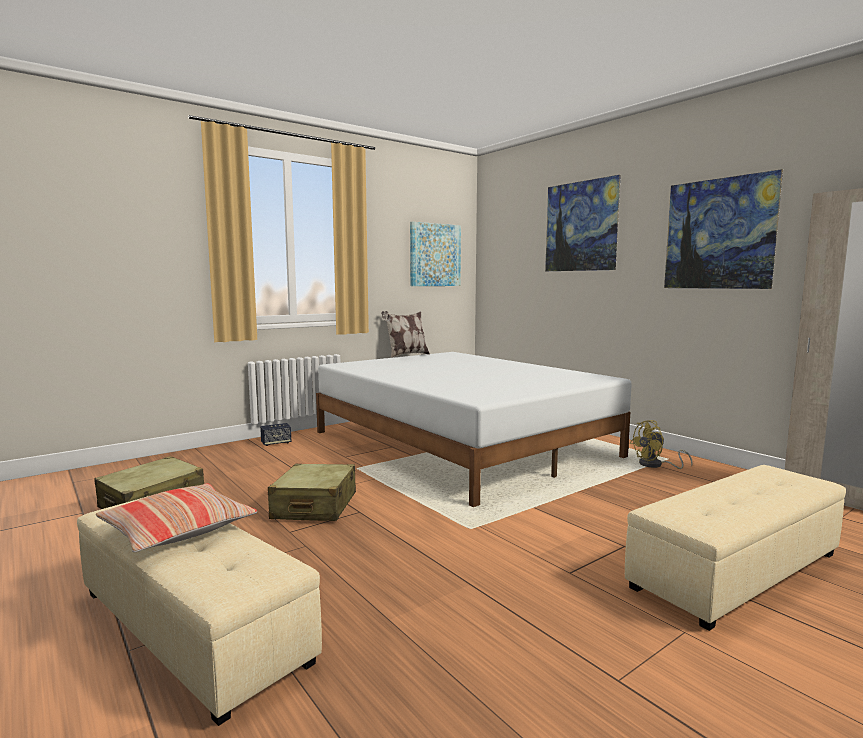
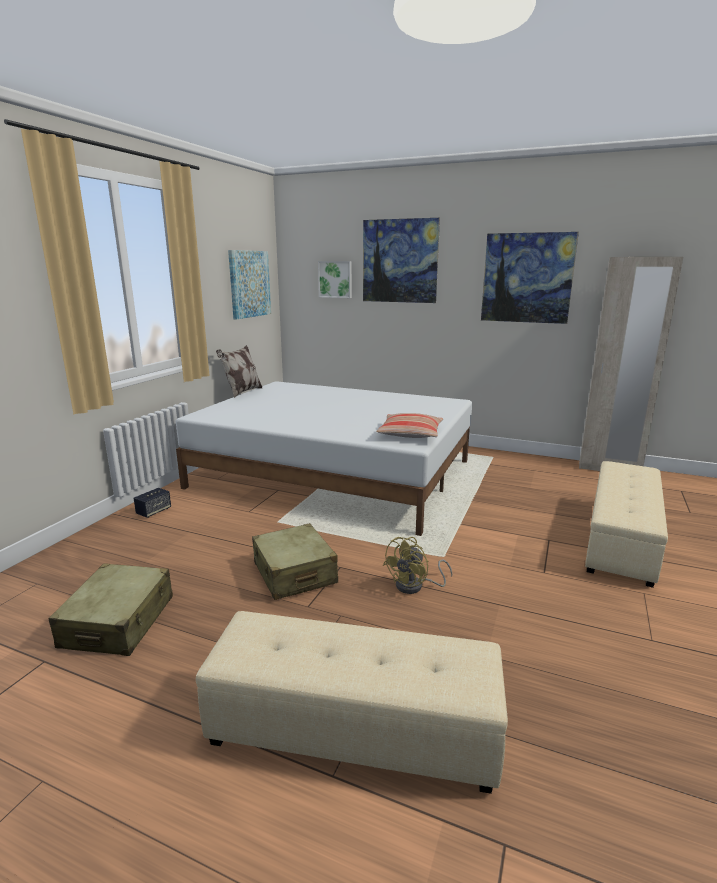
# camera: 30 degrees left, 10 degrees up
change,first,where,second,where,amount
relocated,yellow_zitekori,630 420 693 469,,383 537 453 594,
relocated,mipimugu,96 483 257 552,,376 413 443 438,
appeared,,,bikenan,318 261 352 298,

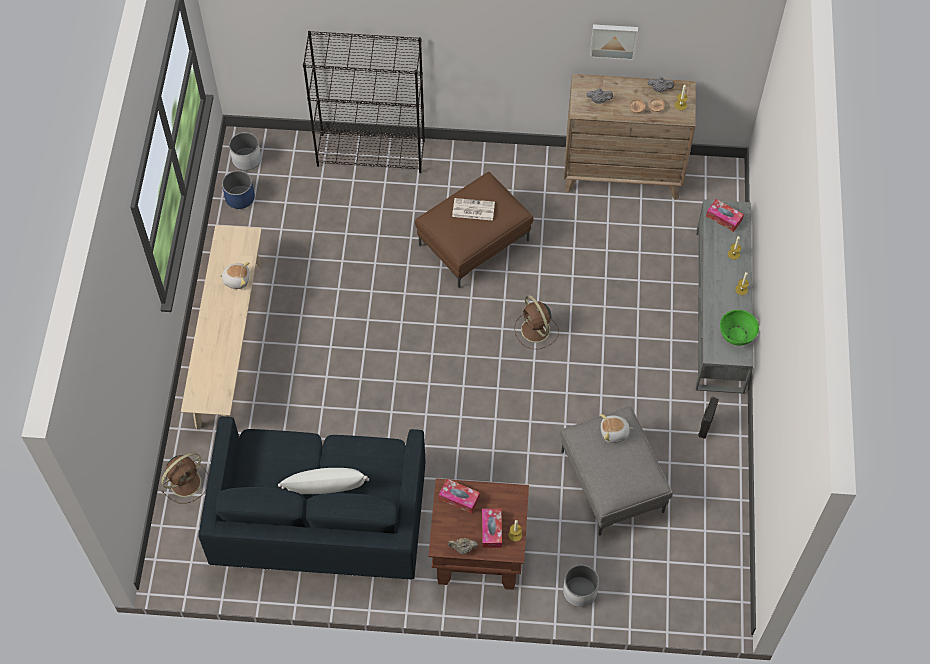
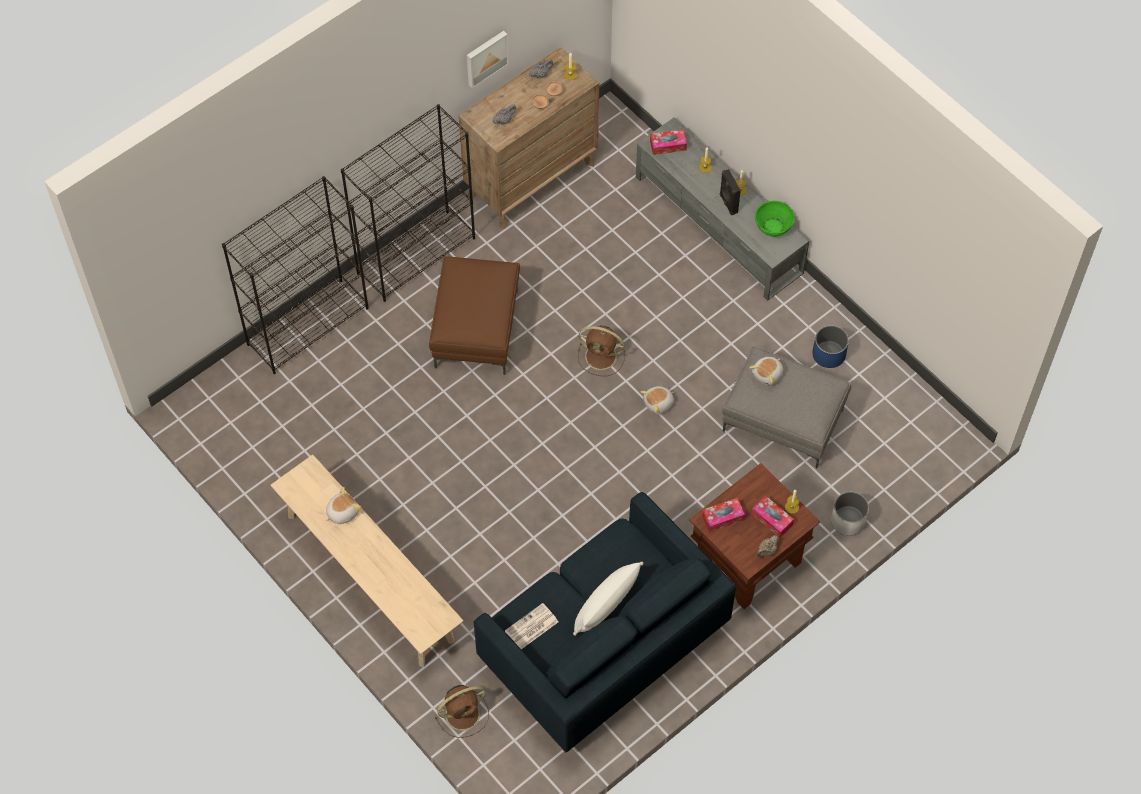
# camera: 45 degrees left, 0 degrees up
change,first,where,second,where,amount
missing,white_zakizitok,229 132 261 170,,,
relocated,blue_zakizitok,222 171 255 209,,812 325 849 368,
relocated,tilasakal,452 198 495 221,,505 603 558 649,
relocated,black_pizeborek,698 397 719 439,,720 169 741 215,
spun,brown_zitekori,161 452 209 503,,434 685 489 738,60 degrees clockwise
appeared,,,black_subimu,341 104 475 302,
appeared,,,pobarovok,641 386 674 415,

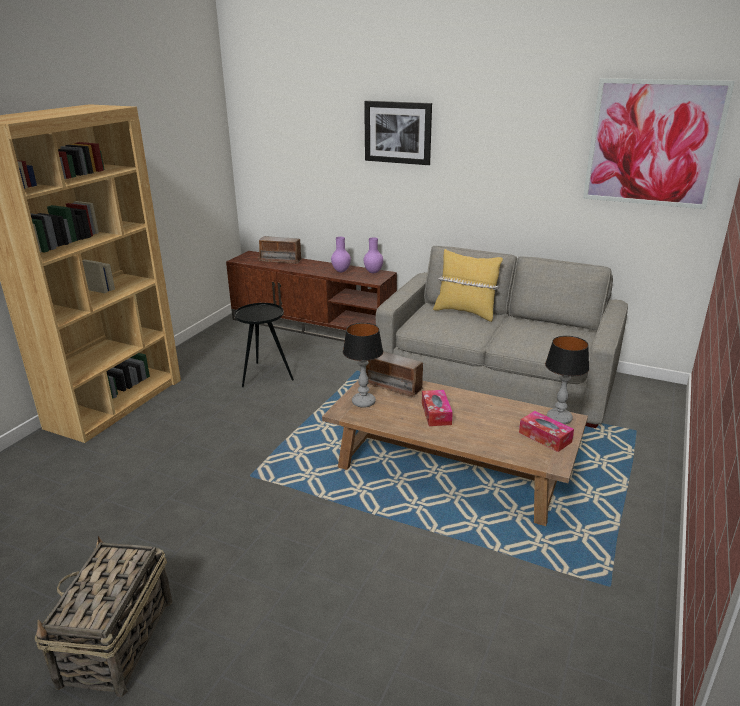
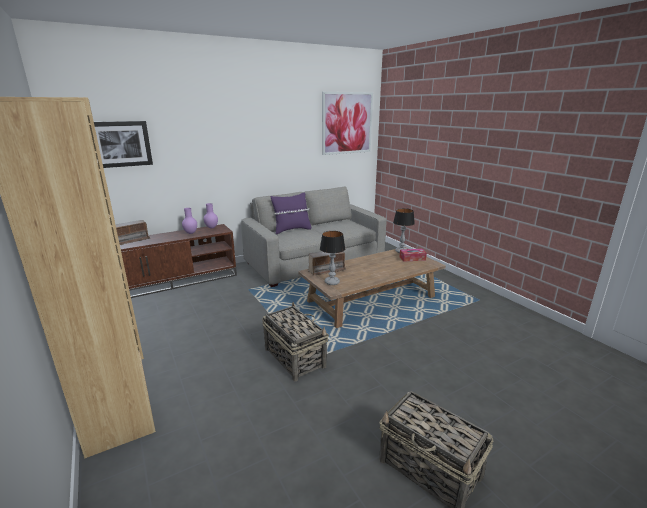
# camera: 55 degrees left, 5 degrees down
change,first,where,second,where,amount
relocated,bikenan,364 101 432 165,,94 121 153 168,
colour,yellow_mipimugu,433 249 503 322,purple_mipimugu,271 193 311 234,
missing,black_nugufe,234 303 294 387,,,
missing,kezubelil,422 390 453 426,,,
appeared,,,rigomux,262 302 329 381,

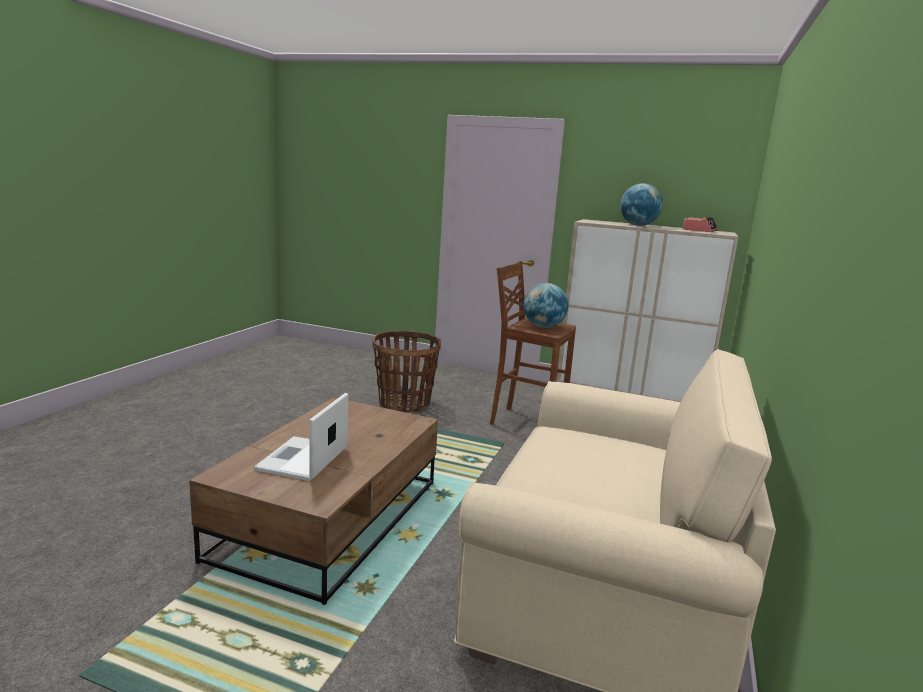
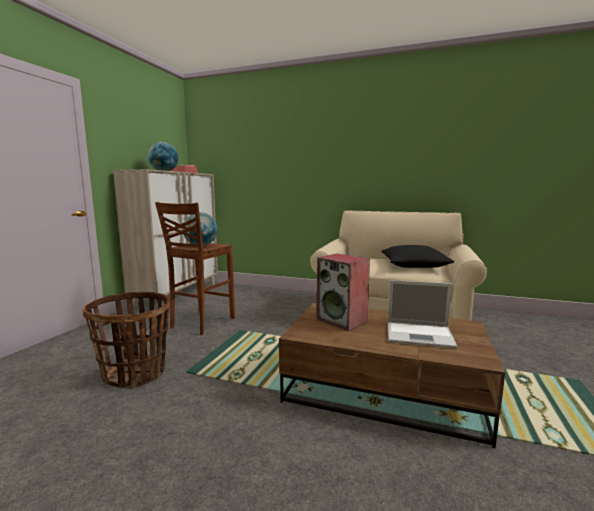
# camera: 90 degrees left, 5 degrees down
change,first,where,second,where,amount
appeared,,,black_mipimugu,381 245 454 268,
appeared,,,pizeborek,317 254 370 331,

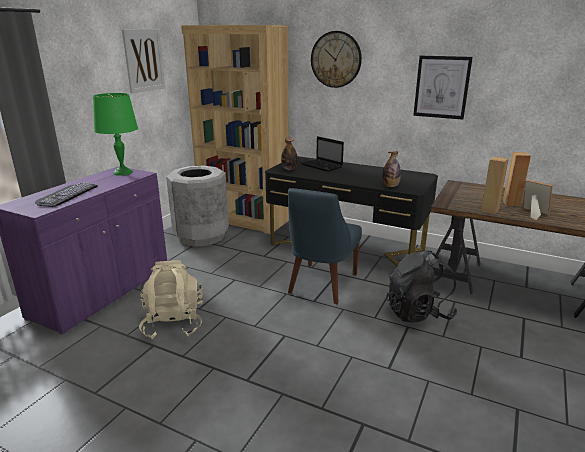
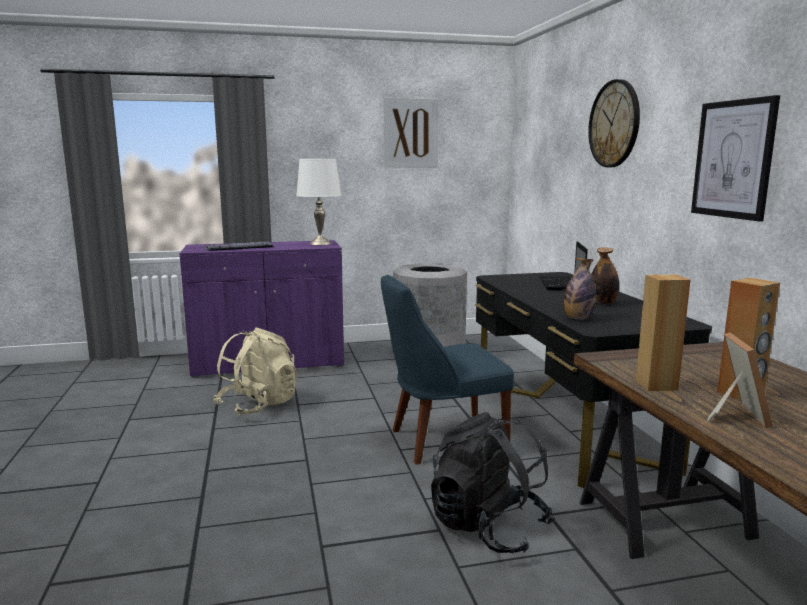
# camera: 50 degrees right, 10 degrees down
change,first,where,second,where,amount
missing,brown_subimu,181 25 289 234,,,
colour,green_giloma,93 93 138 176,white_giloma,296 159 341 245,
relocated,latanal,281 138 298 170,,591 247 619 304,

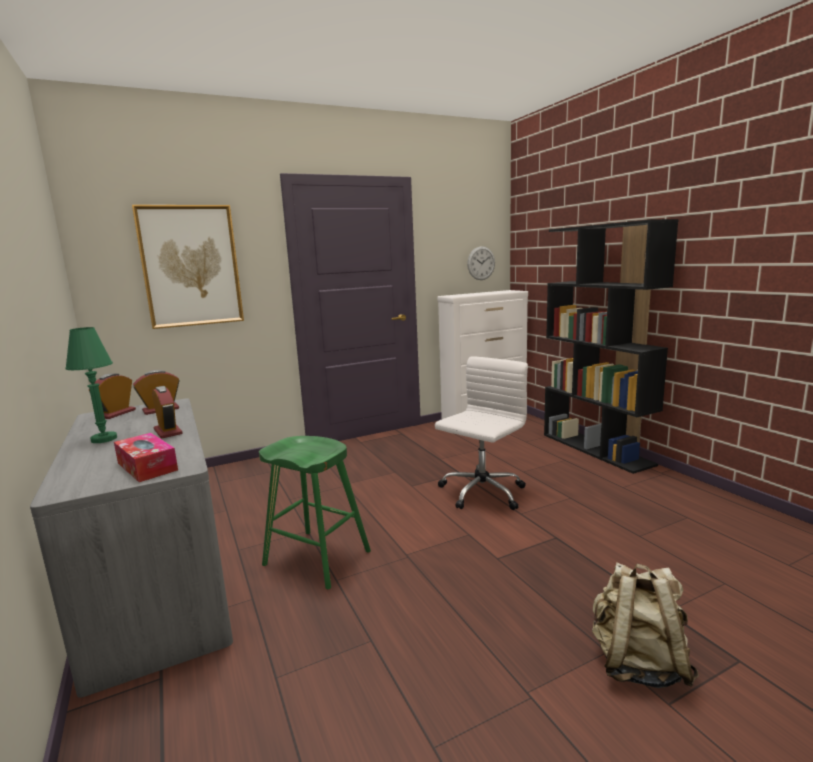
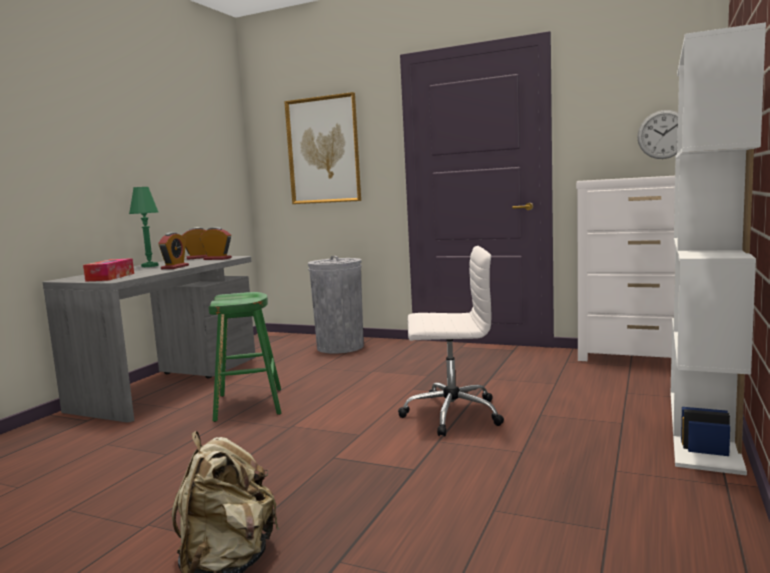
# camera: 50 degrees right, 5 degrees down
change,first,where,second,where,amount
colour,black_subimu,544 219 679 474,white_subimu,671 22 766 476,
appeared,,,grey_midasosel,308 256 364 354,

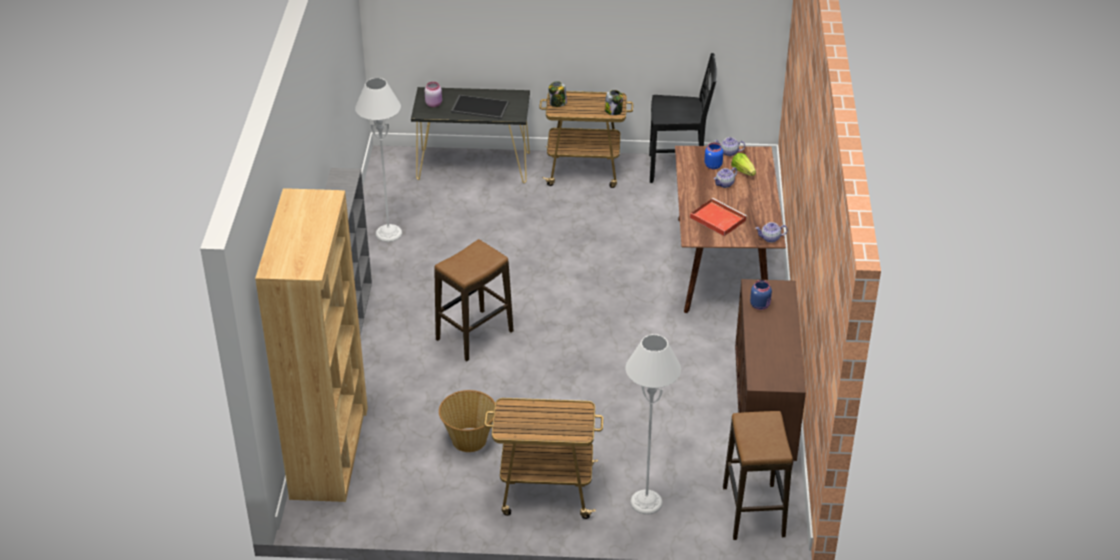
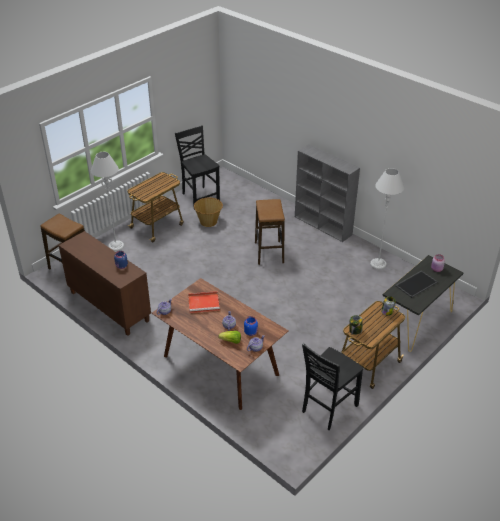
# camera: 130 degrees right, 0 degrees up
change,first,where,second,where,amount
missing,brown_subimu,255 188 368 502,,,
appeared,,,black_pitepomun,175 125 220 210,

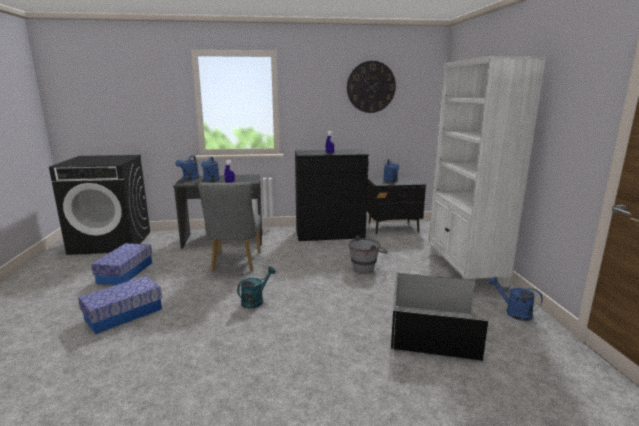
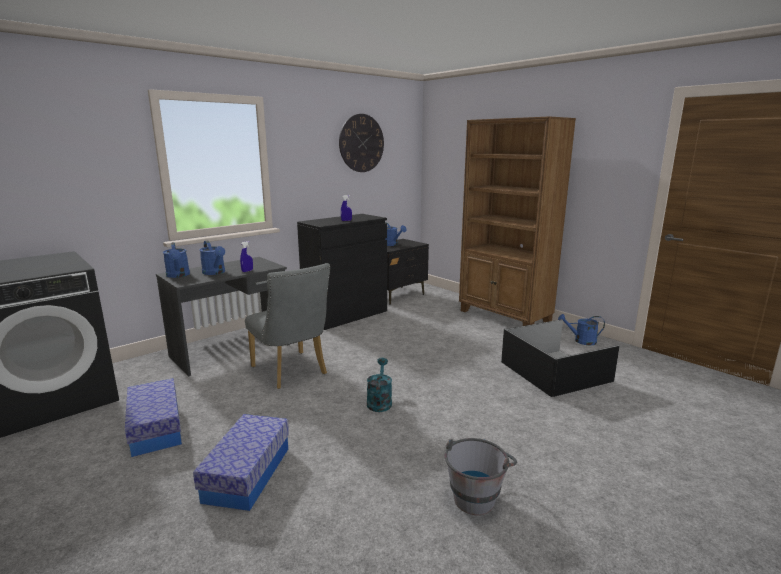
# camera: 35 degrees left, 0 degrees up
change,first,where,second,where,amount
colour,white_subimu,429 56 546 287,brown_subimu,459 116 576 326,
relocated,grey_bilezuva,348 236 388 273,,445 438 517 515,

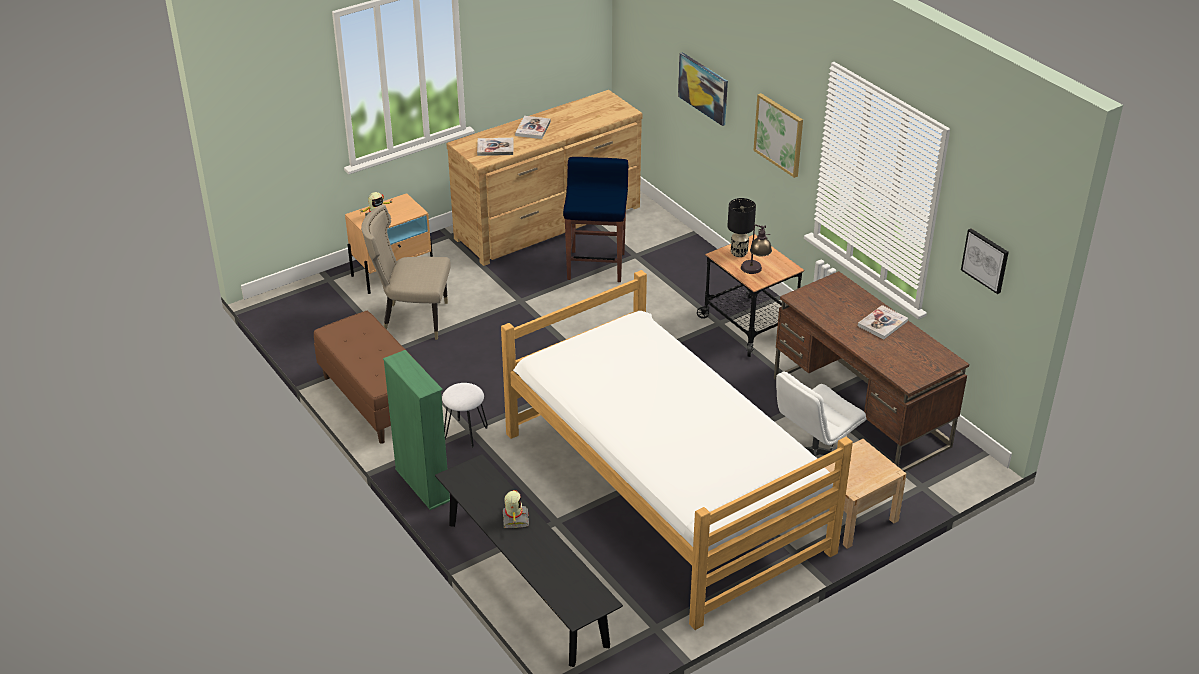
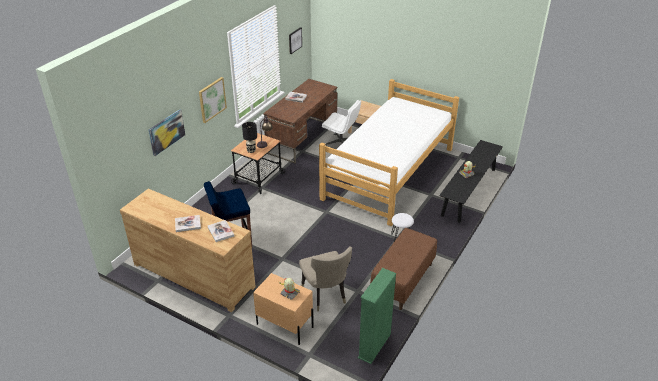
# camera: 115 degrees left, 0 degrees up
change,first,where,second,where,amount
relocated,green_subimu,383 350 450 510,,358 268 396 364,

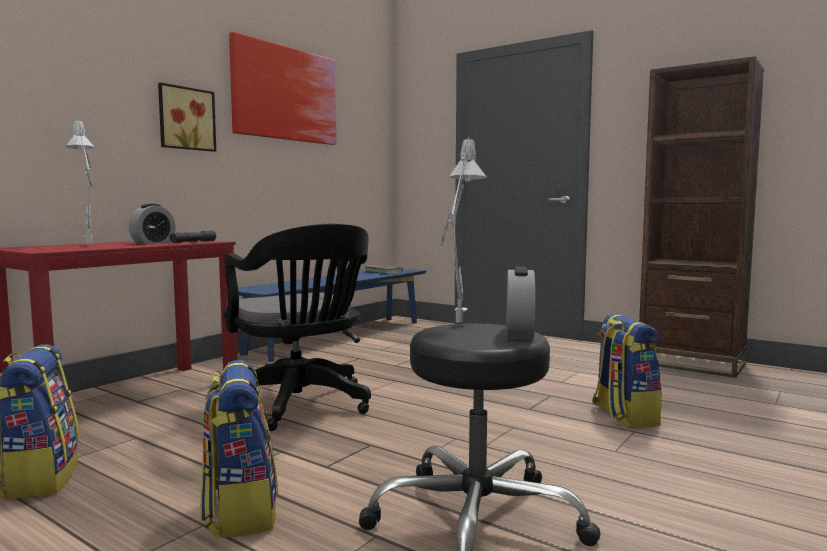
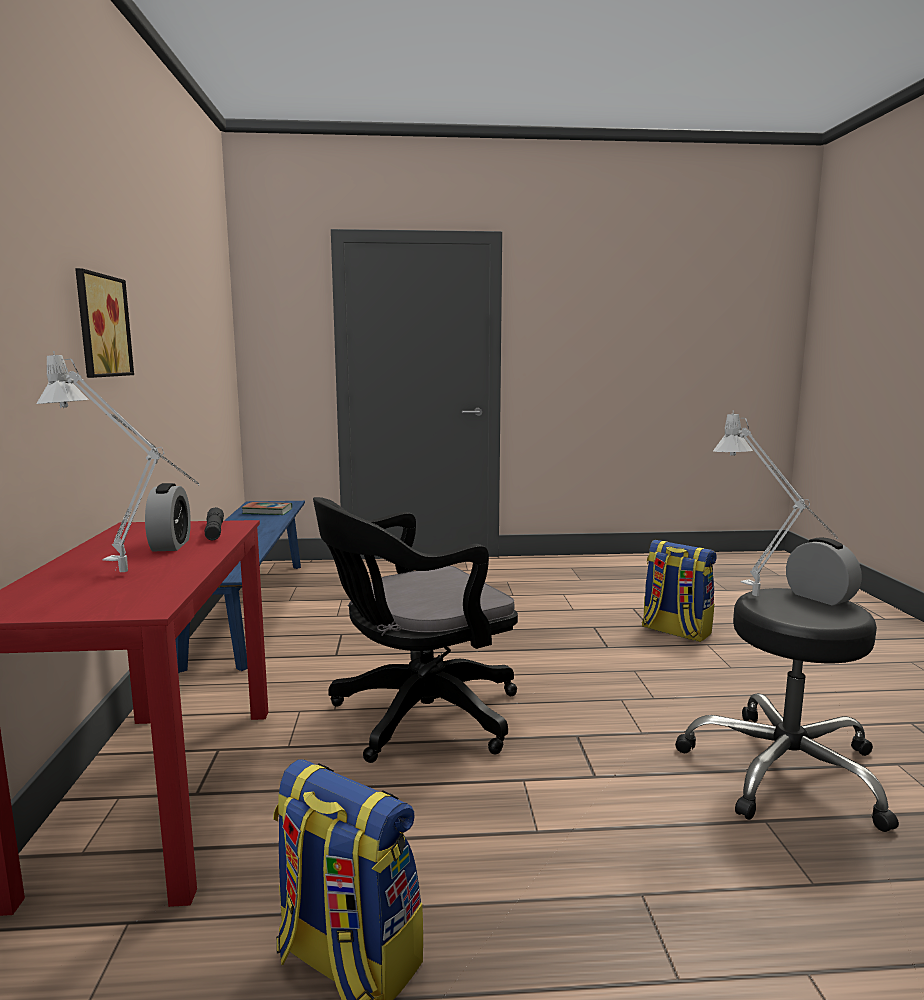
# camera: 40 degrees left, 5 degrees up
change,first,where,second,where,amount
missing,bikenan,229 32 337 145,,,
missing,brown_subimu,639 56 764 378,,,
spun,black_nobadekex,214 224 371 431,,313 497 518 763,135 degrees clockwise
missing,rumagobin,200 360 278 538,,,

